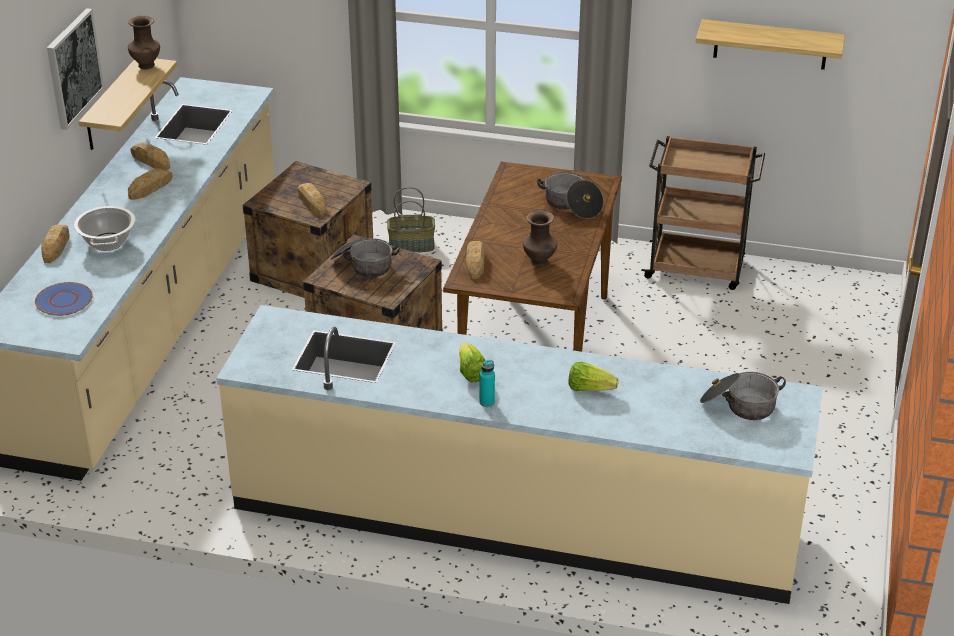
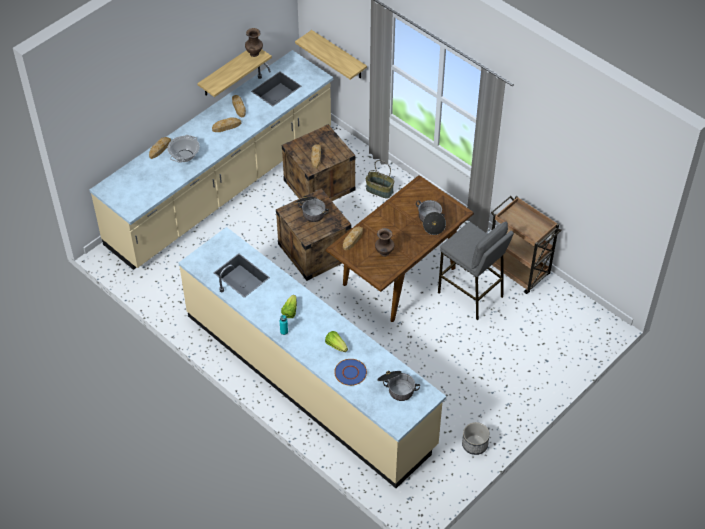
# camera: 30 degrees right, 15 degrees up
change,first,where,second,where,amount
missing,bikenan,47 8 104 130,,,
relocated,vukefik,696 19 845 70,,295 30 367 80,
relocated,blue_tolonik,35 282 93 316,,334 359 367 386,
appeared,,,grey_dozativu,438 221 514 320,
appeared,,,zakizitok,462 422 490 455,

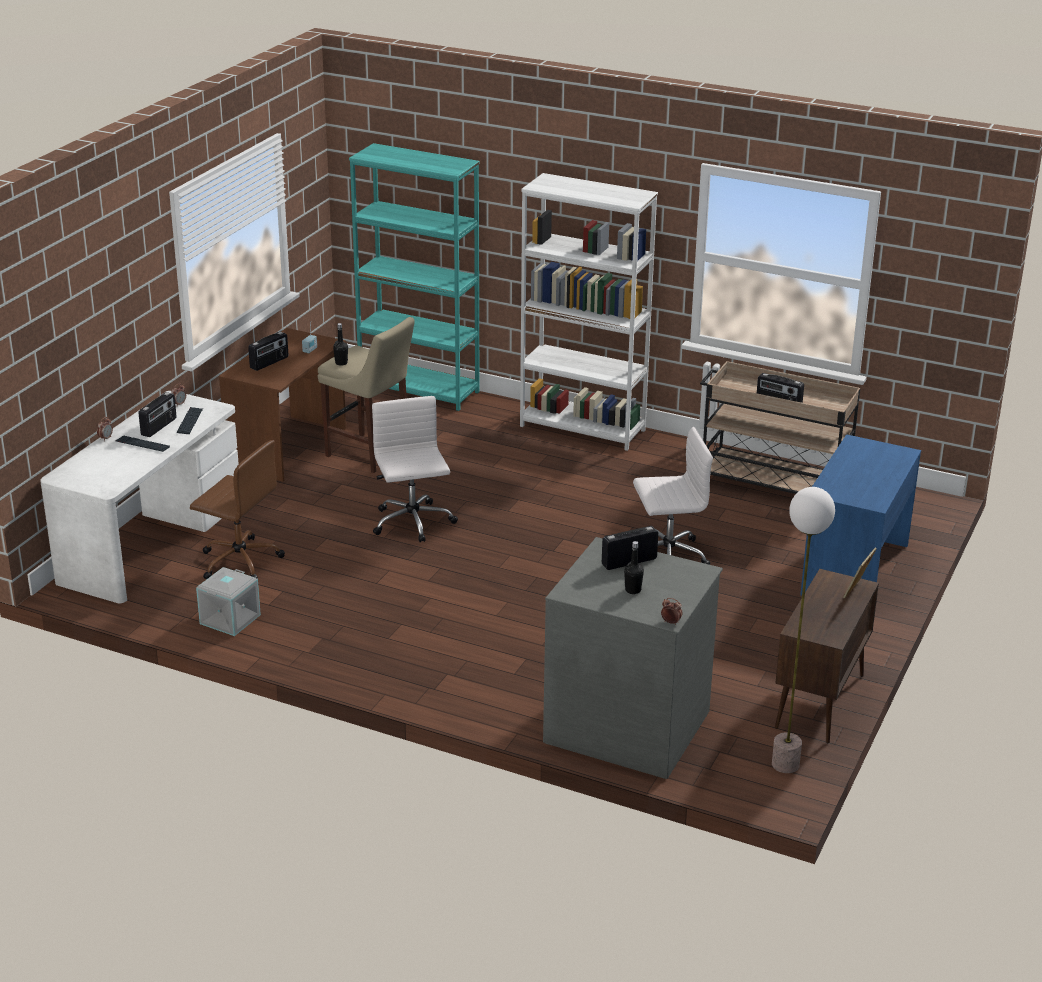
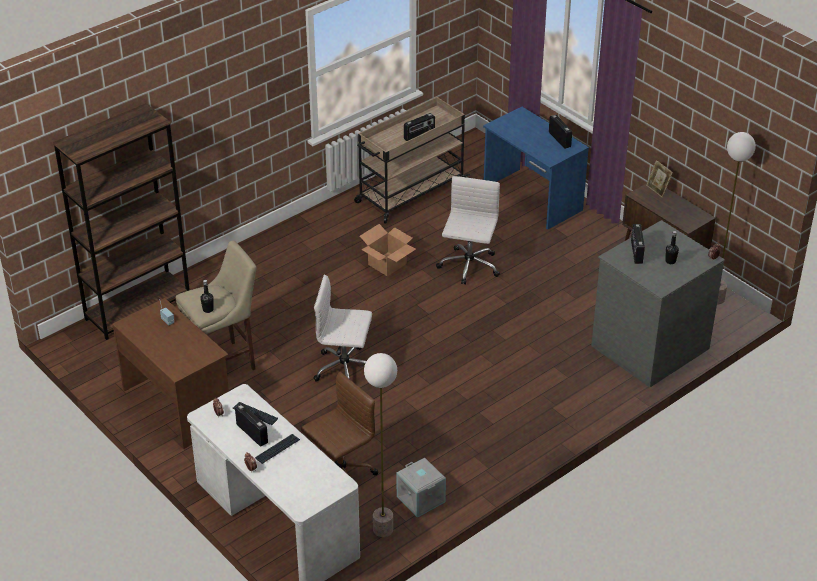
# camera: 65 degrees left, 10 degrees up
change,first,where,second,where,amount
colour,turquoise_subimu,349 143 480 411,brown_subimu,53 103 190 340,
missing,white_subimu,520 173 658 451,,,
relocated,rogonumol,248 332 288 371,,549 115 572 149,
appeared,,,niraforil,360 224 416 276,
appeared,,,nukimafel,364 353 397 537,

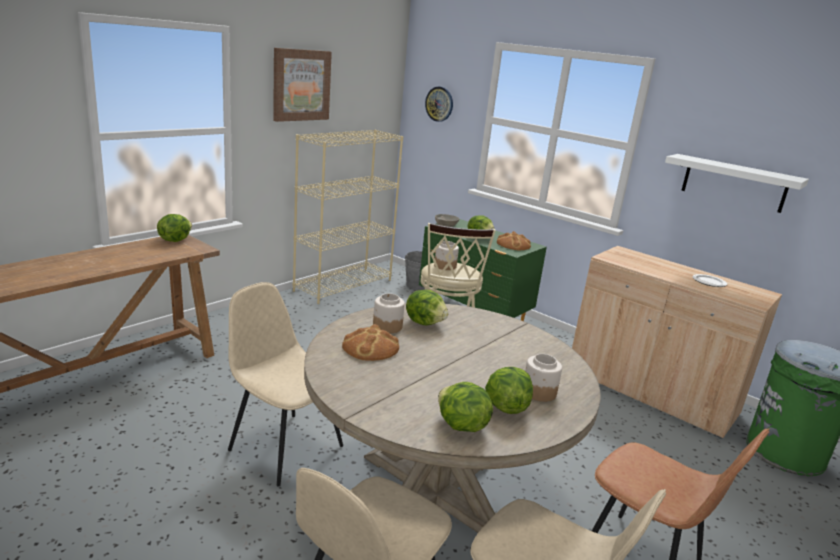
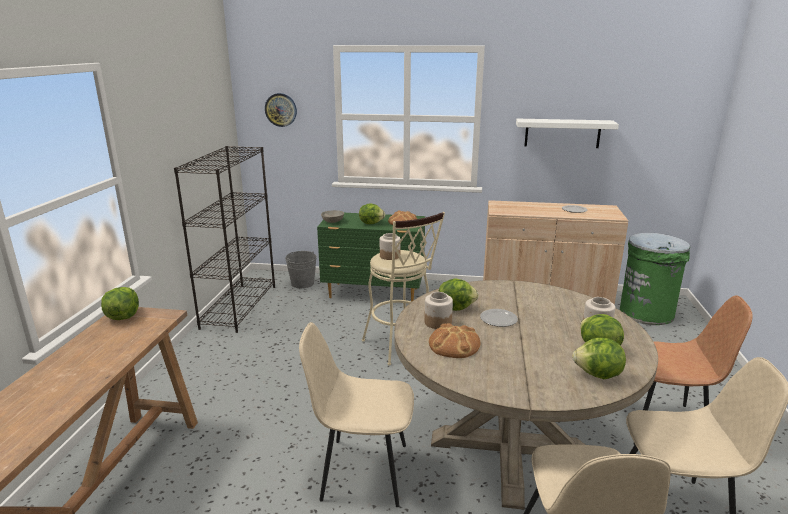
# camera: 30 degrees left, 0 degrees up
change,first,where,second,where,amount
missing,bikenan,273 48 332 122,,,
colour,beige_subimu,293 130 404 304,black_subimu,174 146 275 333,
appeared,,,tolonik,480 309 518 327,

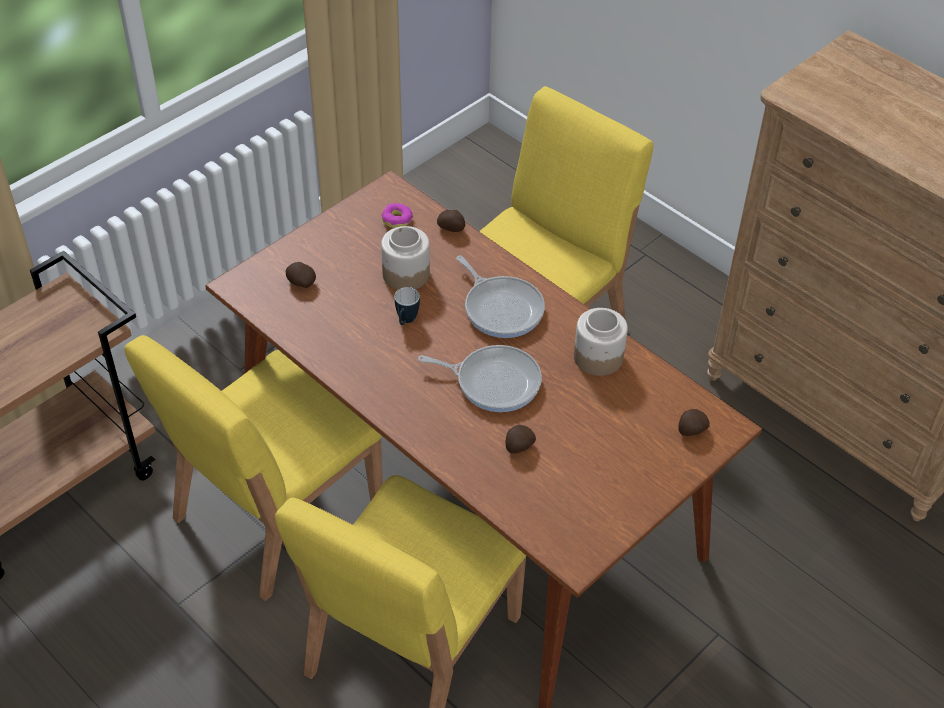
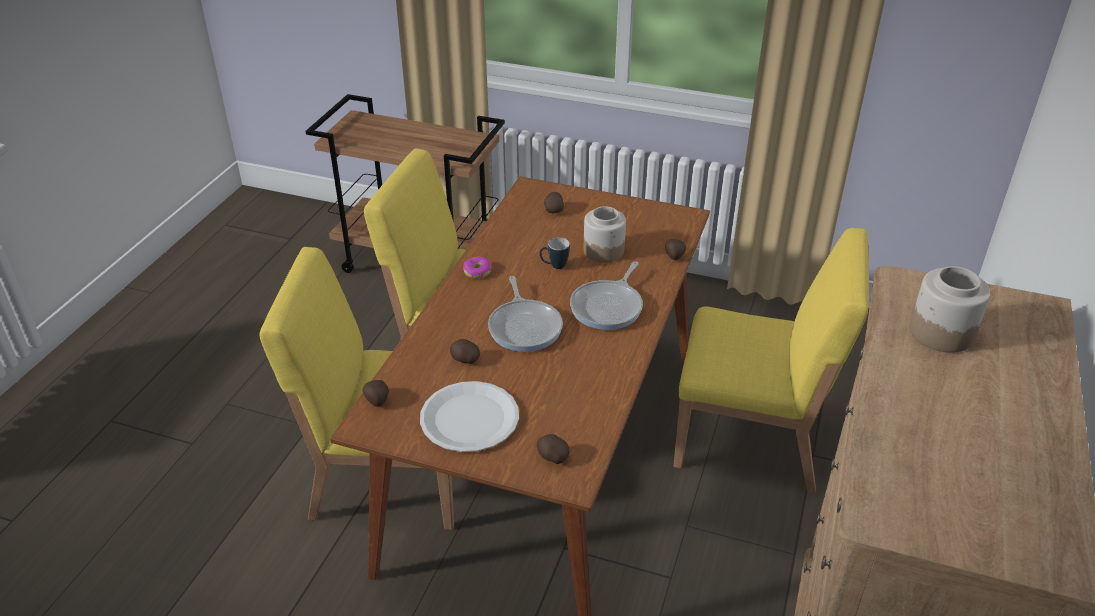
# camera: 65 degrees right, 10 degrees down
change,first,where,second,where,amount
relocated,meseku,382 203 413 228,,463 257 491 278,
relocated,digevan,574 308 628 376,,910 266 990 353,
appeared,,,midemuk,363 380 389 407,
appeared,,,white_tolonik,420 381 519 452,

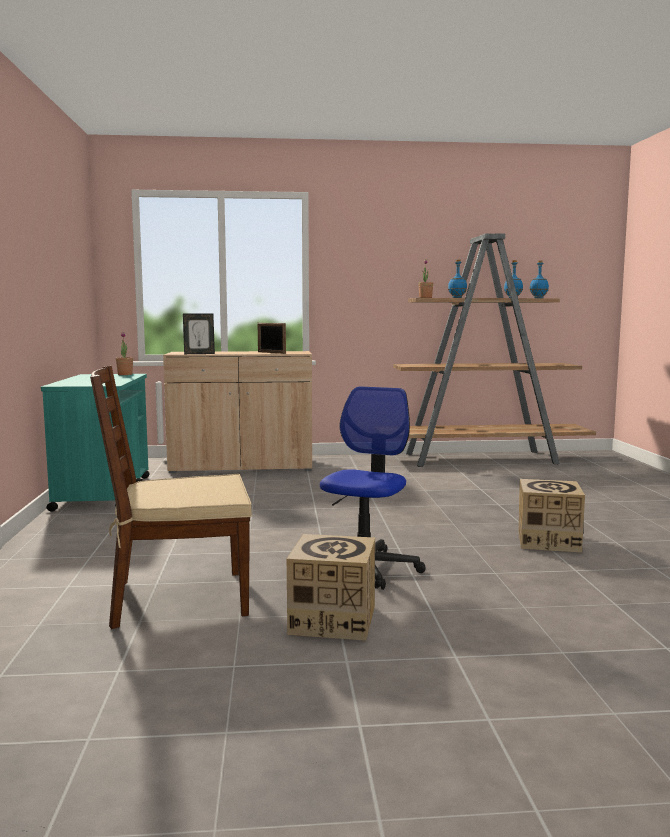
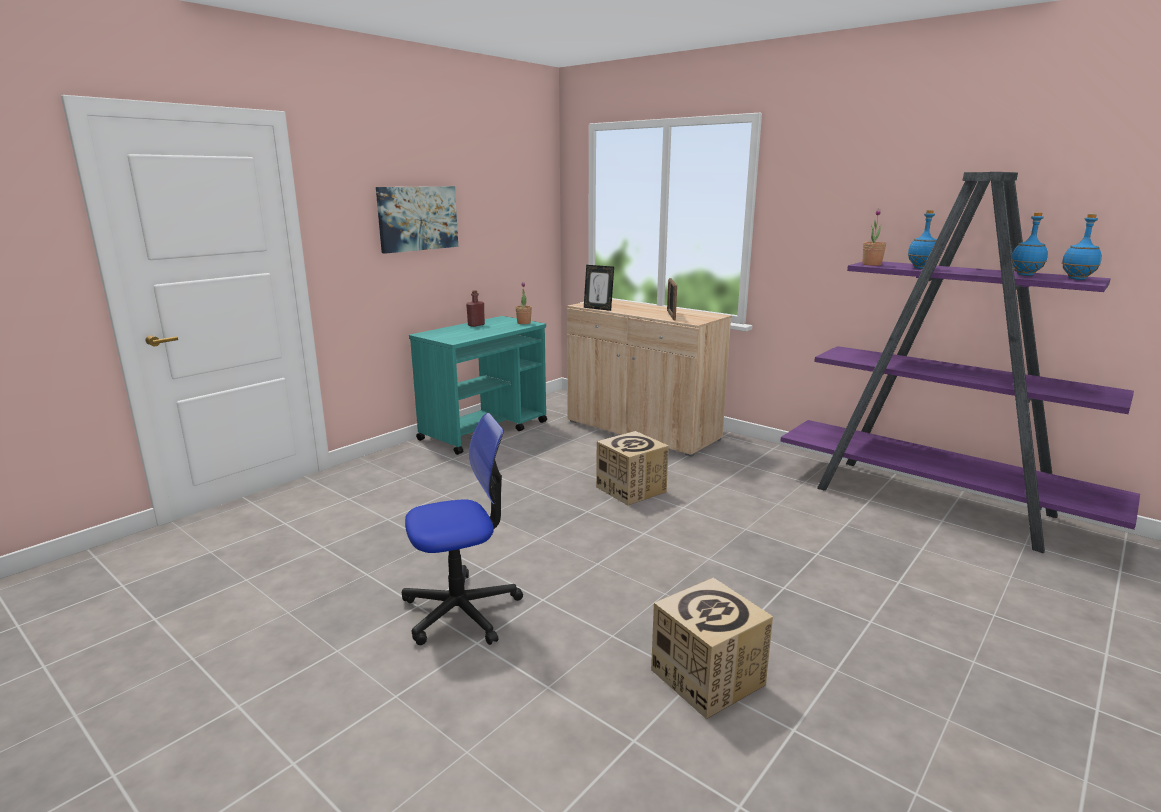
# camera: 45 degrees right, 10 degrees up
change,first,where,second,where,amount
colour,brown_subimu,393 234 596 467,purple_subimu,780 172 1140 553,
missing,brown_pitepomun,90 366 252 629,,,
relocated,niraforil,287 534 375 641,,596 431 669 505,
appeared,,,bikenan,376 186 458 254,
appeared,,,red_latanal,466 290 485 327,

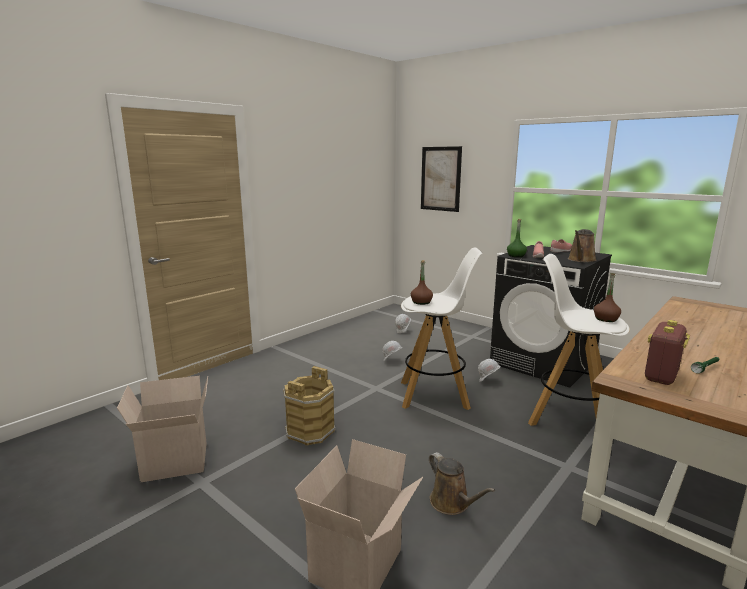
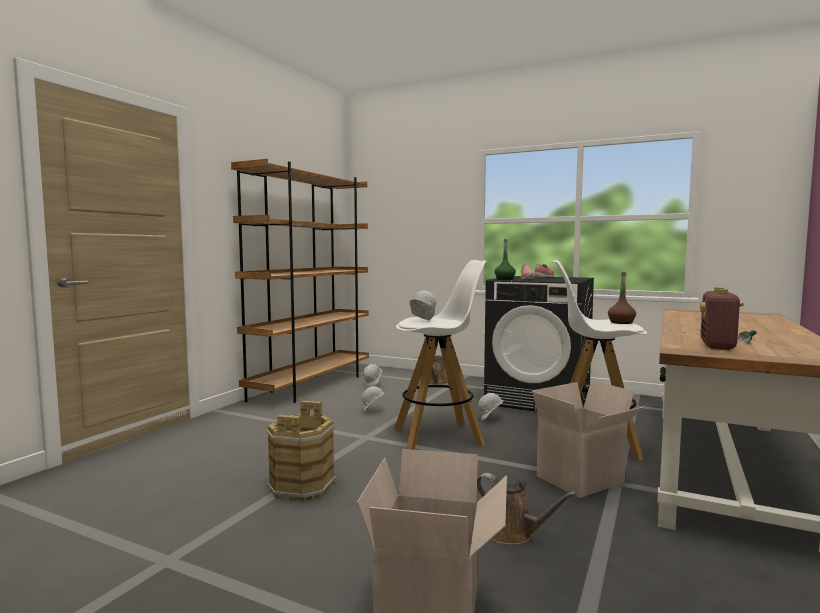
# camera: 15 degrees left, 10 degrees down
change,first,where,second,where,amount
missing,bikenan,421 146 462 212,,,
relocated,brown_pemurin,568 229 596 262,,429 355 448 385,
exchanged,brown_latanal,411 260 433 305,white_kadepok,409 291 436 320,
relocated,niraforil,117 376 208 482,,532 380 645 498,
appeared,,,brown_subimu,231 159 369 403,

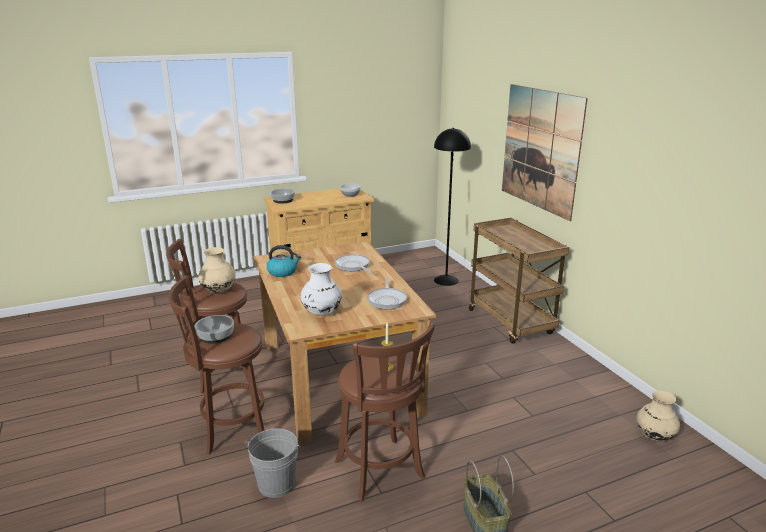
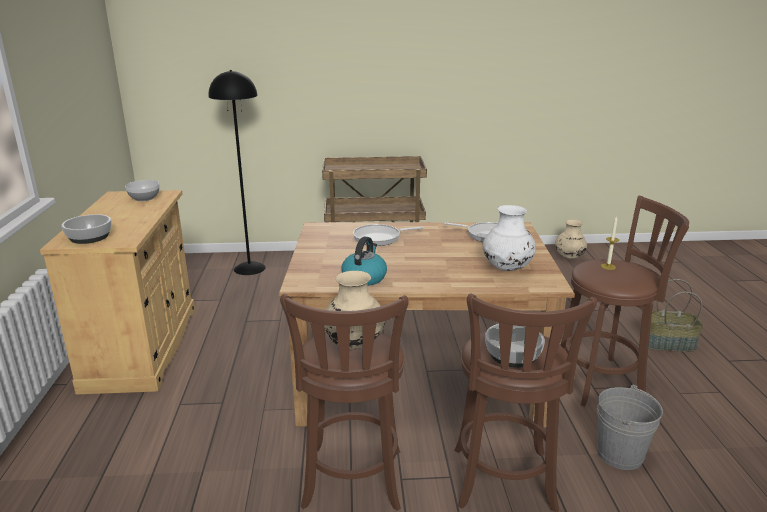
# camera: 70 degrees left, 0 degrees up
change,first,where,second,where,amount
missing,bikenan,502 84 588 221,,,

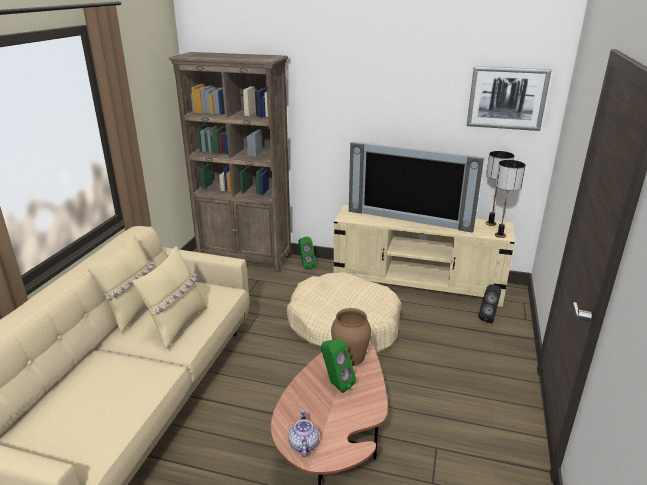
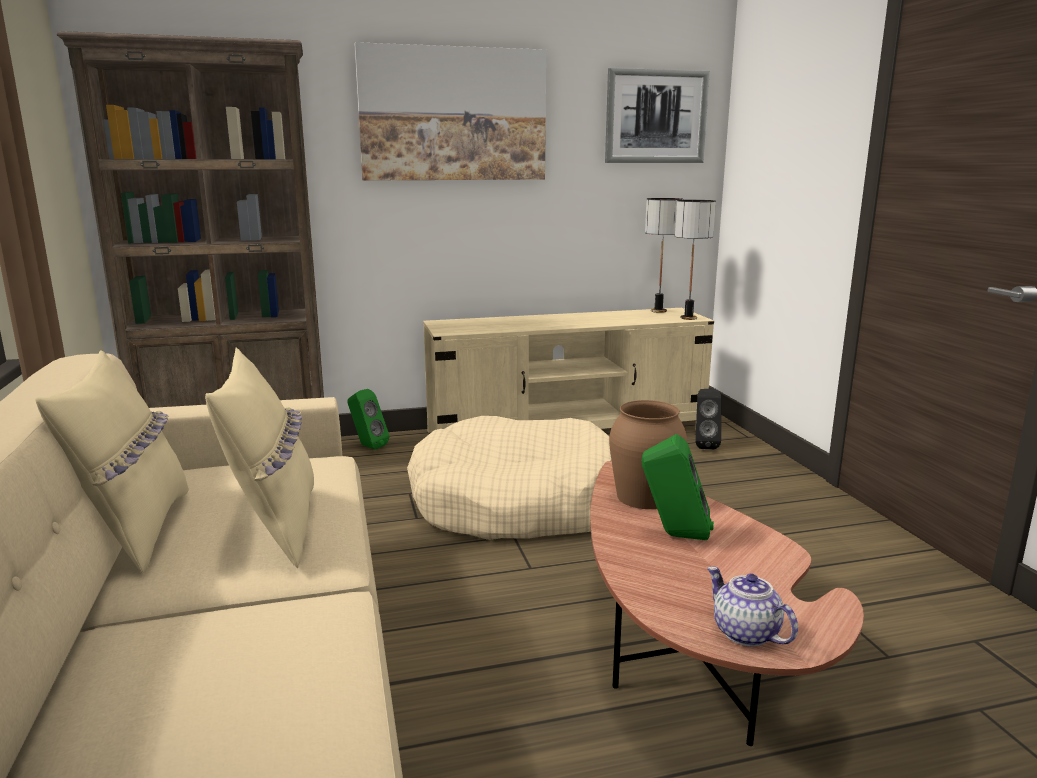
# camera: 30 degrees left, 10 degrees down
change,first,where,second,where,amount
missing,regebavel,349 141 484 233,,,
appeared,,,bikenan,355 42 546 181,

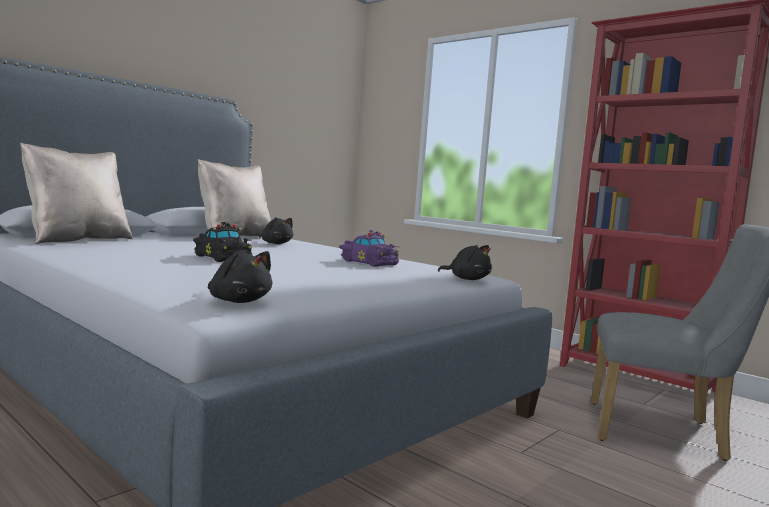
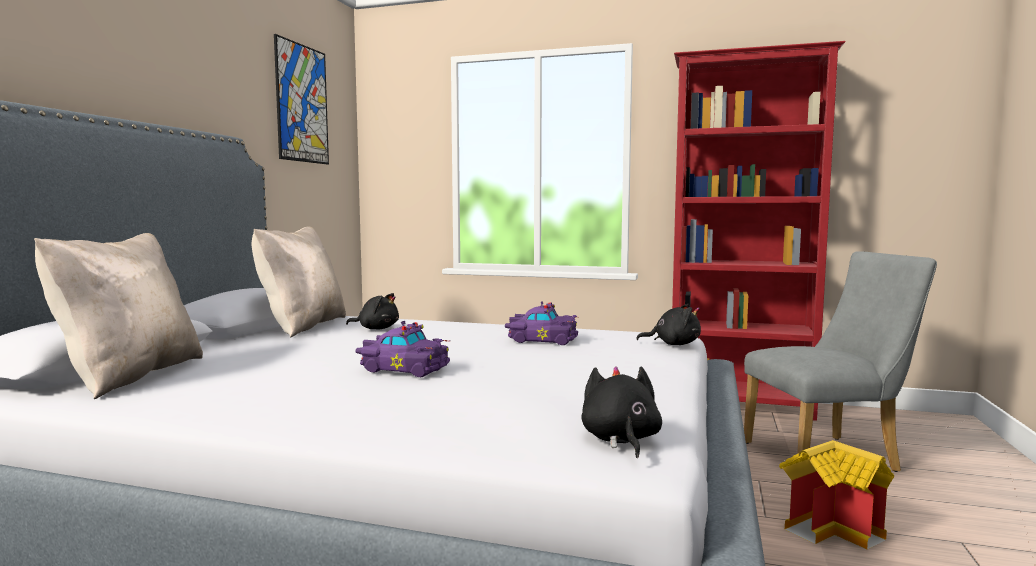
# camera: 25 degrees left, 0 degrees up
change,first,where,second,where,amount
colour,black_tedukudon,193 222 252 262,purple_tedukudon,355 321 450 377,
spun,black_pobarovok,208 251 272 303,,581 366 662 458,105 degrees counterclockwise
appeared,,,bikenan,274 34 329 164,
appeared,,,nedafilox,779 440 894 550,

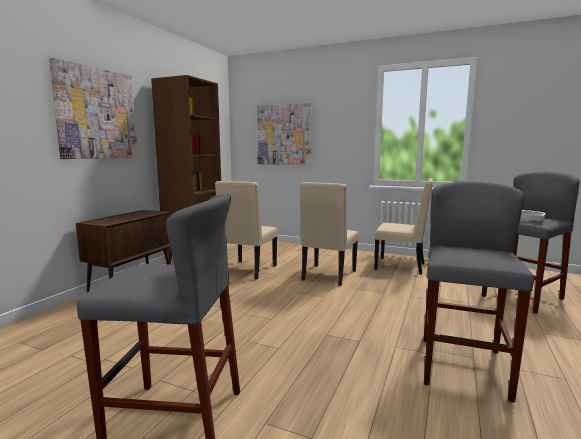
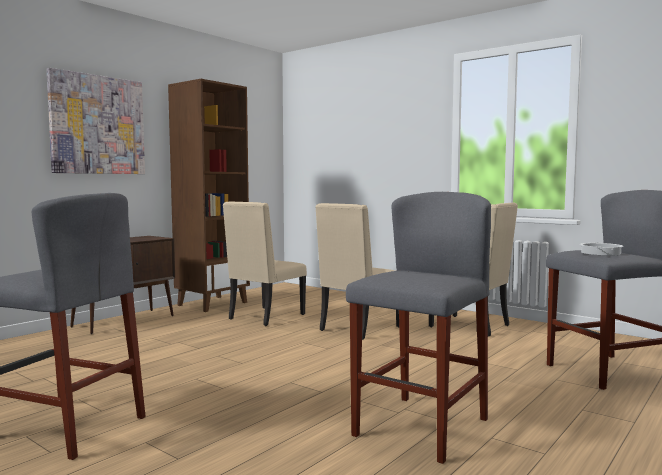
# camera: 15 degrees right, 5 degrees down
change,first,where,second,where,amount
missing,bikenan,257 103 312 165,,,

